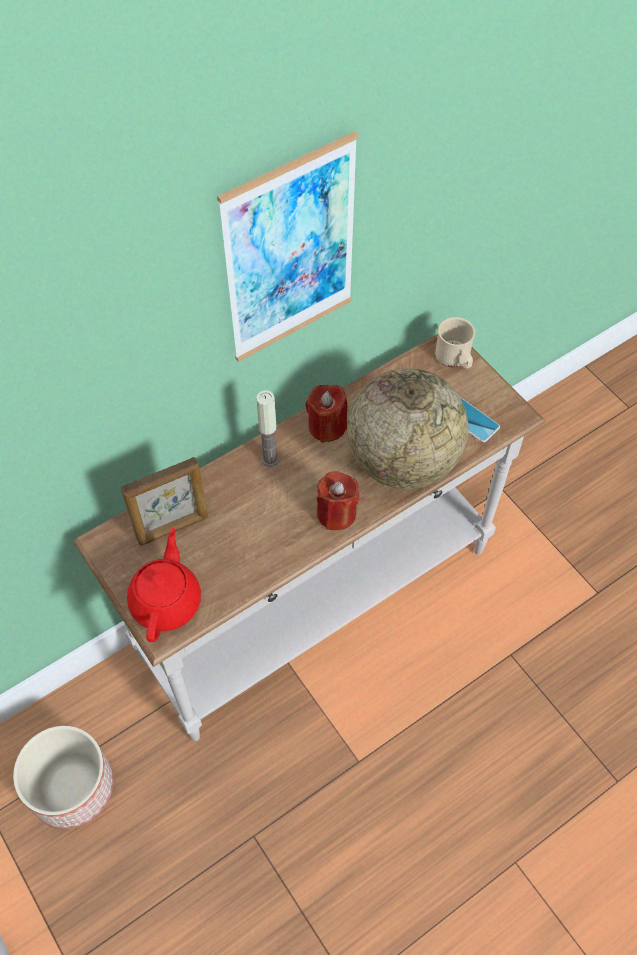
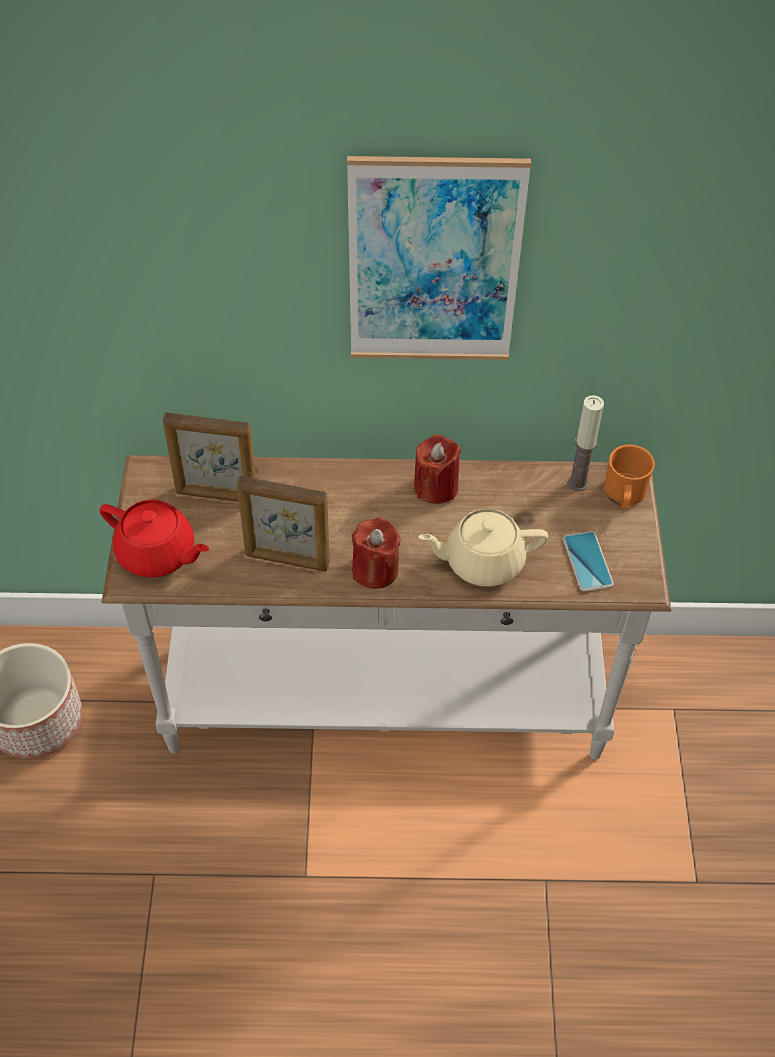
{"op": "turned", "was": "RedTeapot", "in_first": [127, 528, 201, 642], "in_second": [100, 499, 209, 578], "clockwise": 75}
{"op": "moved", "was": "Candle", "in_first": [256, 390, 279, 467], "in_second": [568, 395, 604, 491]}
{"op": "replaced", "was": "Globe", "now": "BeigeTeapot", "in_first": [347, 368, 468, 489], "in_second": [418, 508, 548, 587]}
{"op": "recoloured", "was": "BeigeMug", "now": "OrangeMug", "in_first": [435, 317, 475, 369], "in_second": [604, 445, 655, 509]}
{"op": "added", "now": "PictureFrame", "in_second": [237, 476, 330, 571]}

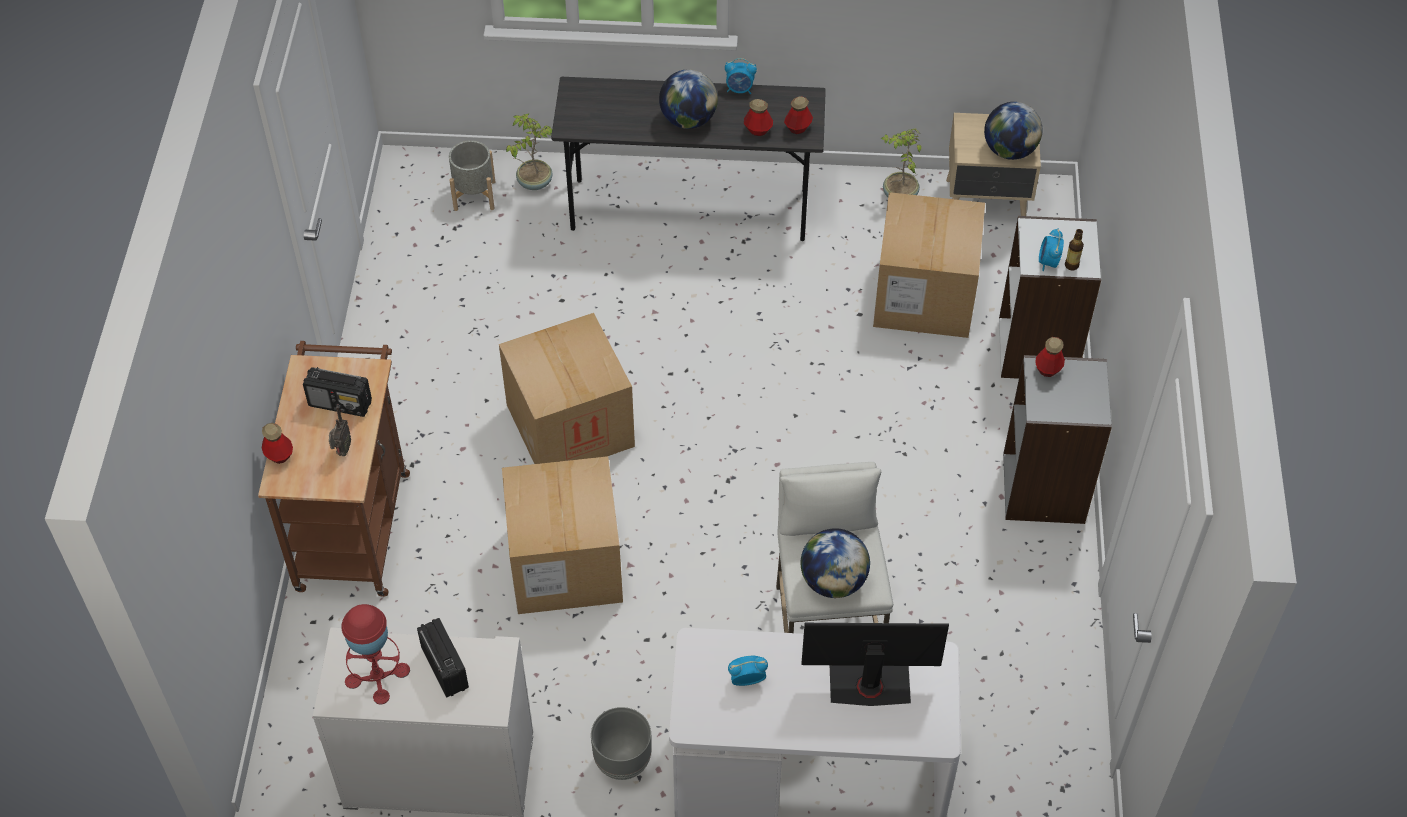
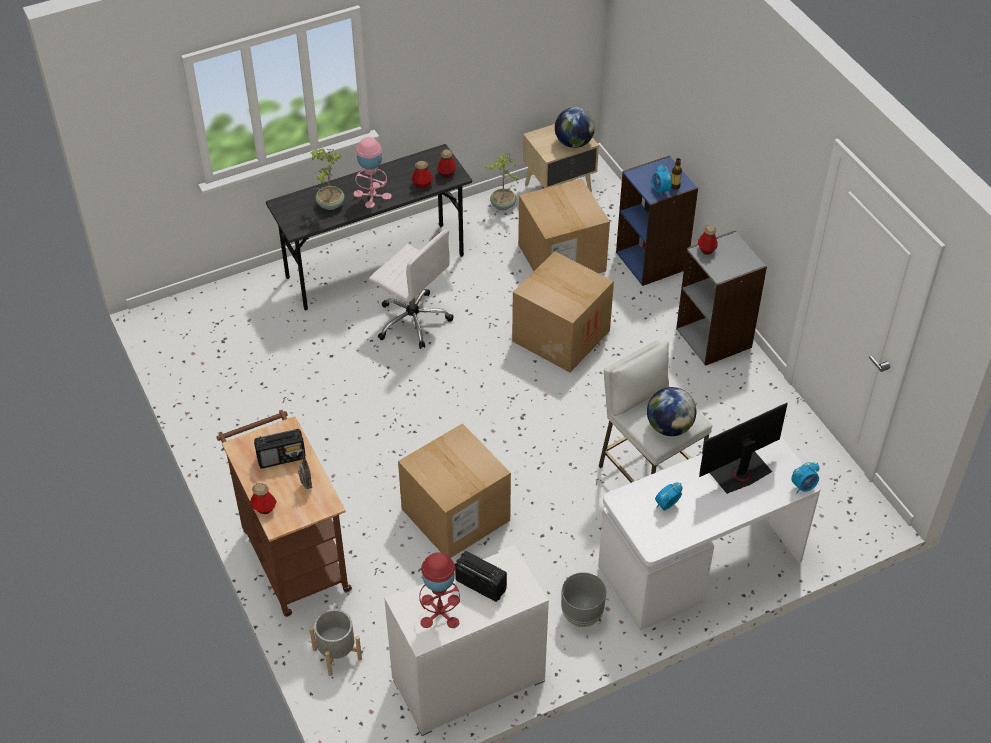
{"op": "moved", "was": "GreyPlanter", "in_first": [449, 140, 495, 211], "in_second": [309, 609, 362, 676]}
{"op": "moved", "was": "CardboardBox", "in_first": [499, 313, 635, 464], "in_second": [512, 251, 614, 372]}
{"op": "moved", "was": "PottedPlant", "in_first": [506, 114, 553, 190], "in_second": [310, 148, 345, 210]}
{"op": "replaced", "was": "Globe", "now": "PinkTableLamp", "in_first": [659, 69, 718, 129], "in_second": [354, 137, 392, 208]}
{"op": "moved", "was": "AlarmClock", "in_first": [725, 58, 757, 94], "in_second": [791, 462, 819, 494]}
{"op": "recoloured", "was": "WhiteBookcase", "now": "BlueBookcase", "in_first": [999, 216, 1101, 379], "in_second": [616, 155, 698, 286]}
{"op": "added", "now": "WhiteOfficeChair", "in_second": [369, 230, 454, 349]}

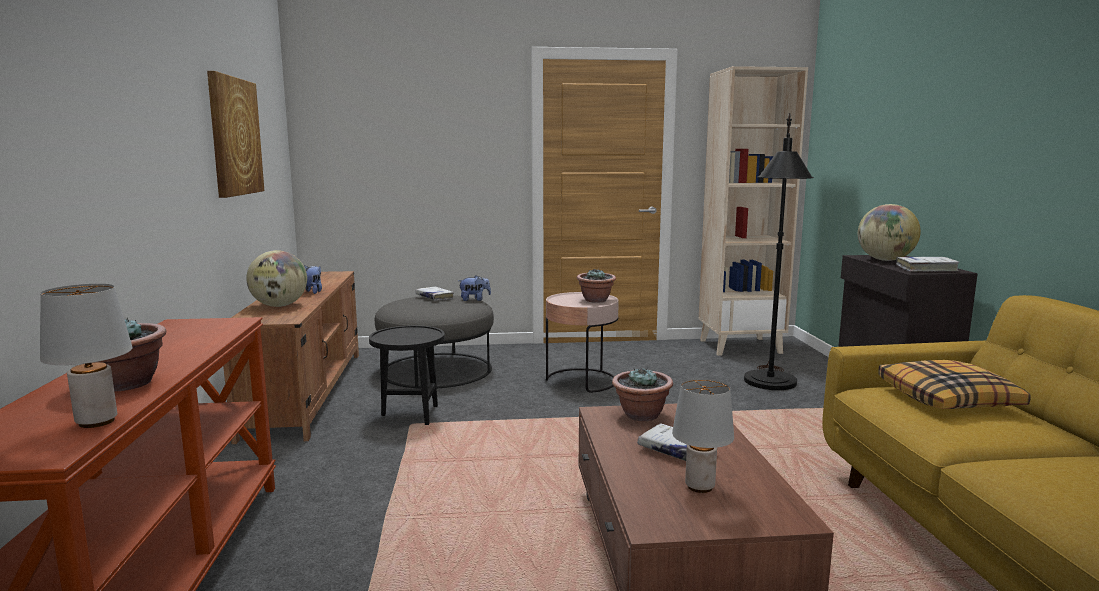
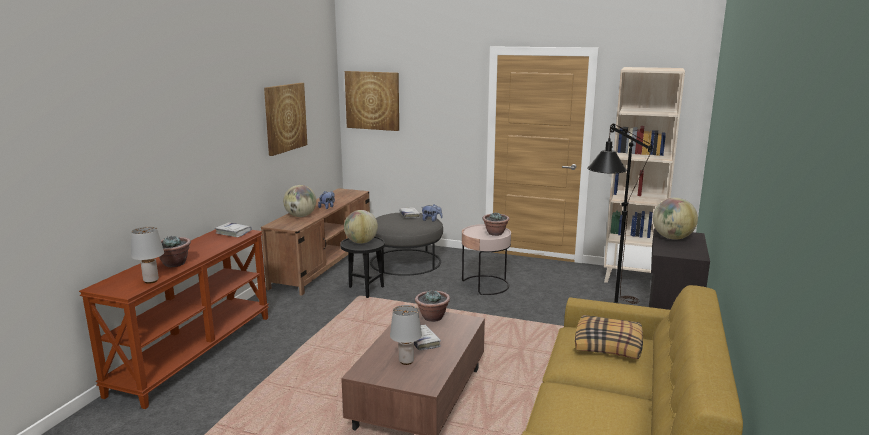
{"op": "moved", "was": "WhiteBook", "in_first": [896, 257, 959, 272], "in_second": [215, 222, 252, 237]}
{"op": "added", "now": "Globe", "in_second": [344, 210, 378, 243]}
{"op": "added", "now": "Picture", "in_second": [345, 71, 399, 131]}

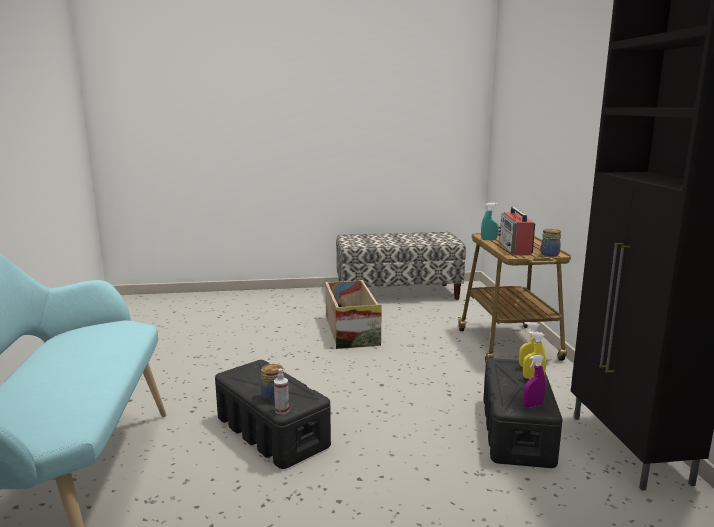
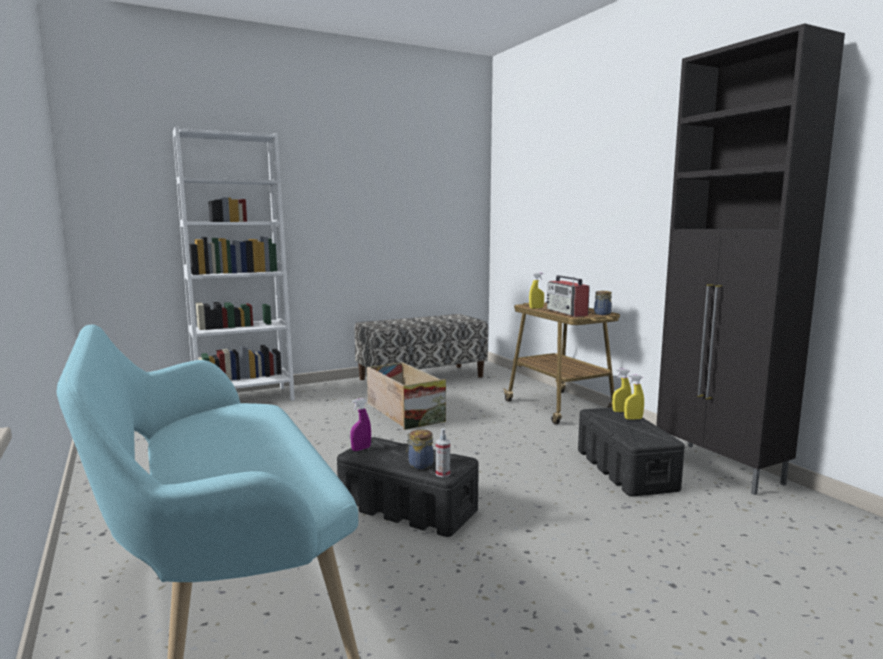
{"op": "recoloured", "was": "TurquoiseSprayBottle", "now": "YellowSprayBottle", "in_first": [481, 203, 498, 240], "in_second": [529, 273, 544, 309]}
{"op": "moved", "was": "PurpleSprayBottle", "in_first": [523, 355, 545, 408], "in_second": [350, 398, 371, 451]}
{"op": "added", "now": "WhiteBookcase", "in_second": [173, 127, 295, 401]}

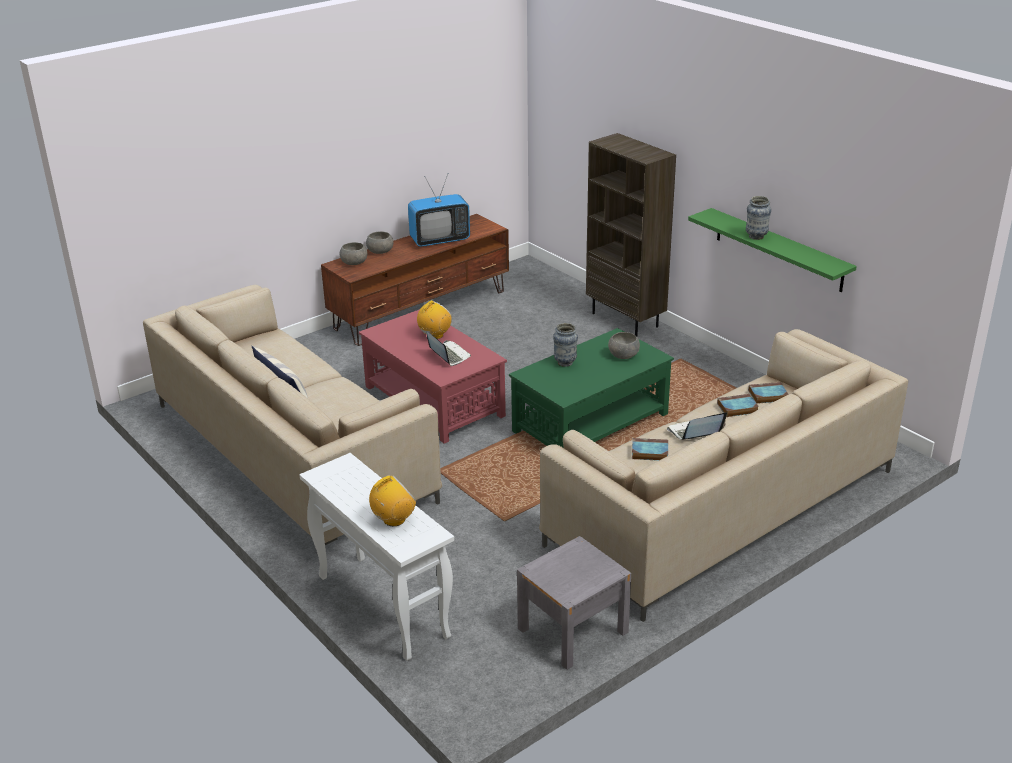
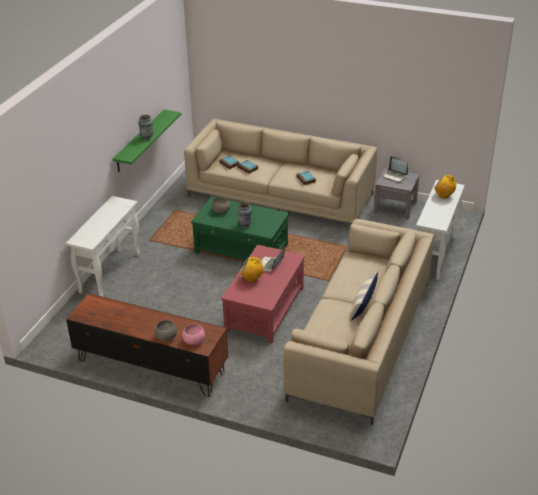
{"op": "recoloured", "was": "GreyBowl", "now": "PinkBowl", "in_first": [339, 242, 367, 265], "in_second": [182, 324, 205, 345]}
{"op": "removed", "was": "Television", "in_first": [408, 173, 470, 247]}
{"op": "replaced", "was": "BrownBookcase", "now": "WhiteConsoleTable", "in_first": [586, 133, 676, 336], "in_second": [66, 196, 140, 297]}
{"op": "moved", "was": "Laptop", "in_first": [667, 412, 727, 440], "in_second": [383, 156, 408, 181]}

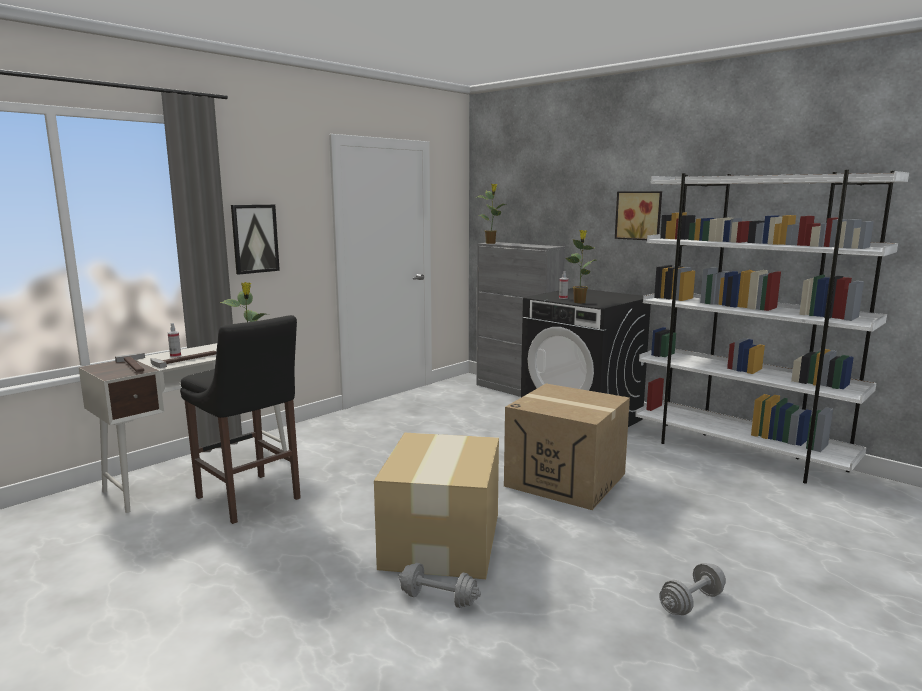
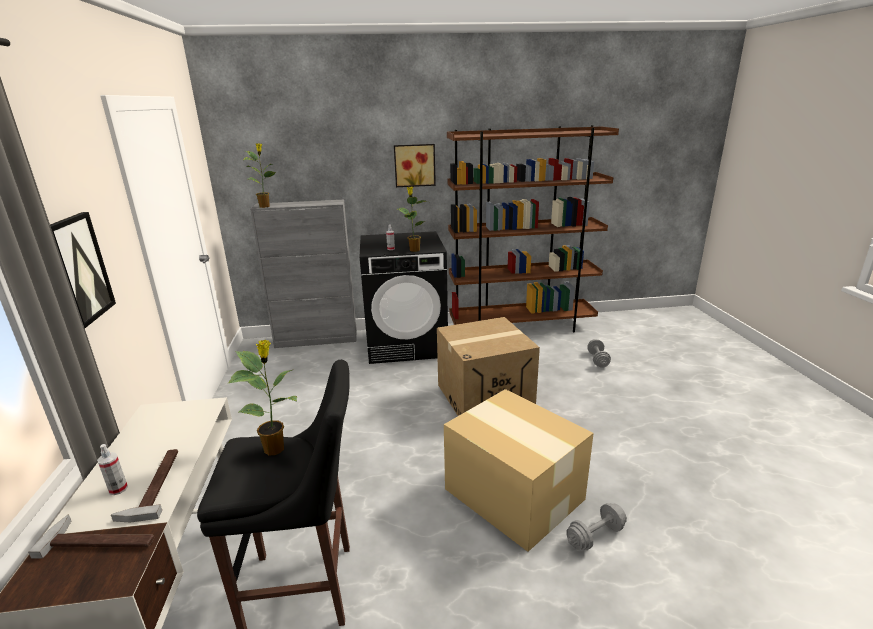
{"op": "recoloured", "was": "WhiteBookcase", "now": "BrownBookcase", "in_first": [635, 170, 909, 484], "in_second": [447, 125, 619, 333]}
{"op": "moved", "was": "GreyDumbbell", "in_first": [660, 563, 726, 615], "in_second": [587, 339, 611, 368]}

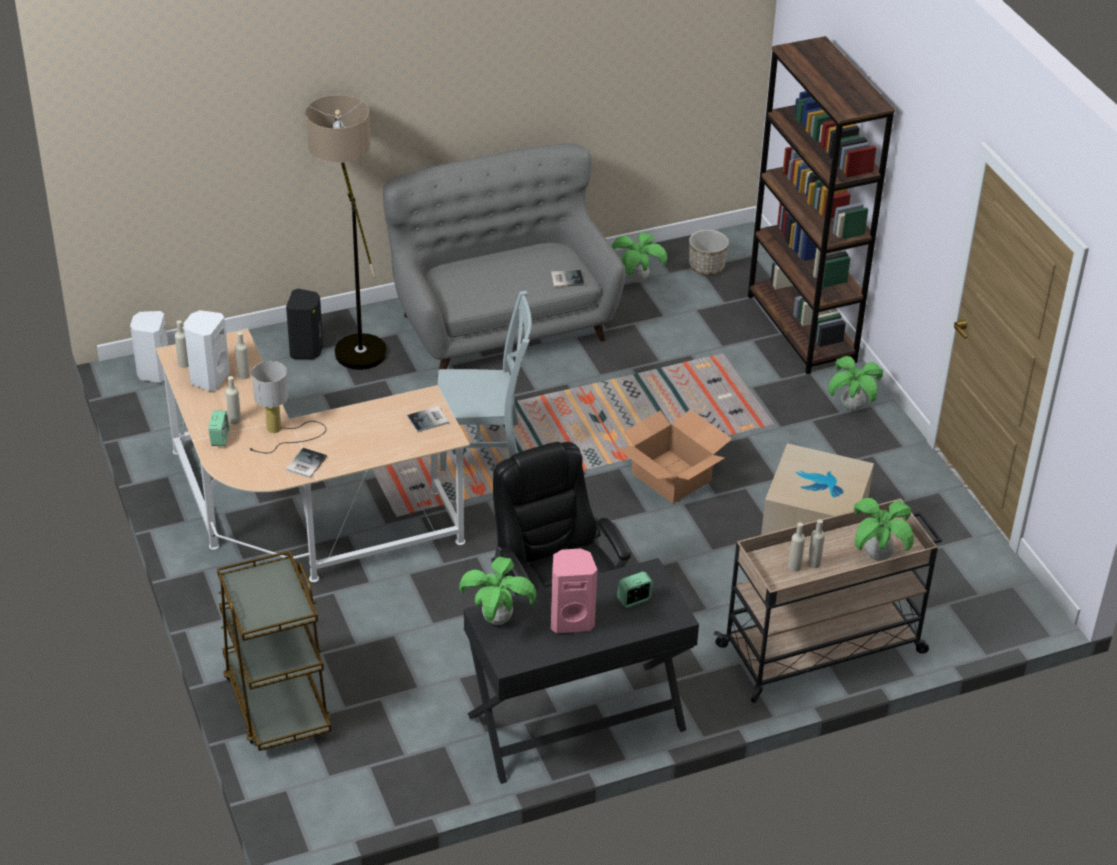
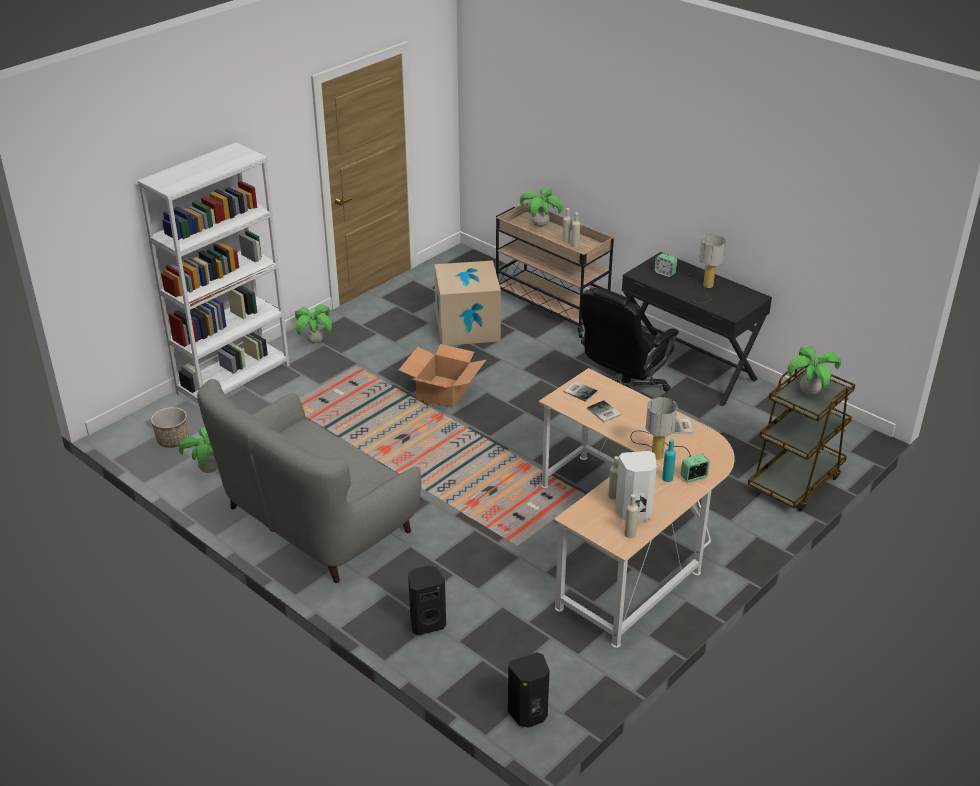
{"op": "recoloured", "was": "WhiteSpeaker", "now": "BlackSpeaker", "in_first": [130, 311, 168, 383], "in_second": [508, 652, 550, 728]}
{"op": "recoloured", "was": "BeigeBottle", "now": "TurquoiseBottle", "in_first": [226, 376, 241, 424], "in_second": [662, 439, 676, 482]}
{"op": "removed", "was": "FloorLamp", "in_first": [305, 95, 387, 370]}
{"op": "removed", "was": "GreyChair", "in_first": [438, 291, 532, 471]}
{"op": "moved", "was": "PottedPlant", "in_first": [459, 557, 536, 625], "in_second": [787, 346, 841, 395]}
{"op": "moved", "was": "Book", "in_first": [551, 270, 584, 287], "in_second": [587, 400, 621, 422]}
{"op": "replaced", "was": "PinkSpeaker", "now": "TableLamp", "in_first": [551, 548, 597, 633], "in_second": [683, 234, 726, 303]}
{"op": "recoloured", "was": "BrownBookcase", "now": "WhiteBookcase", "in_first": [748, 36, 895, 374], "in_second": [137, 143, 290, 404]}

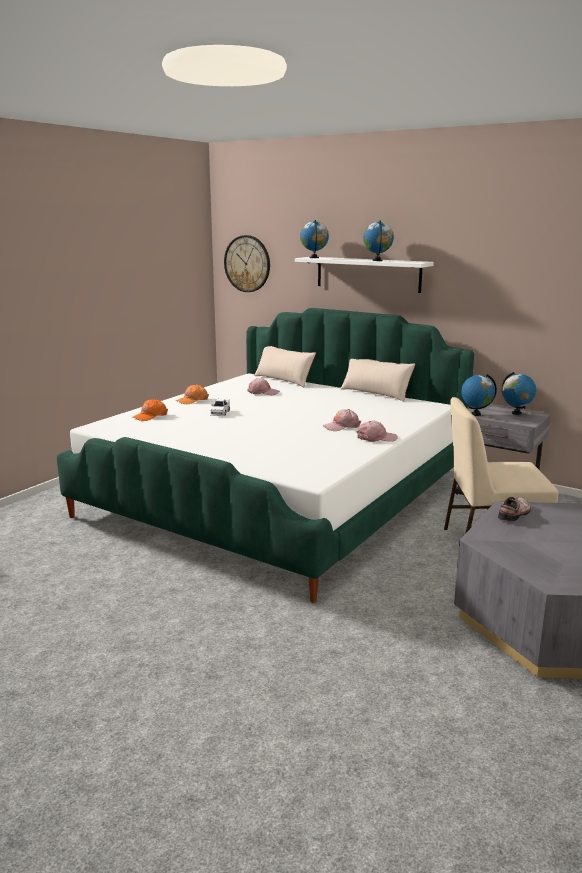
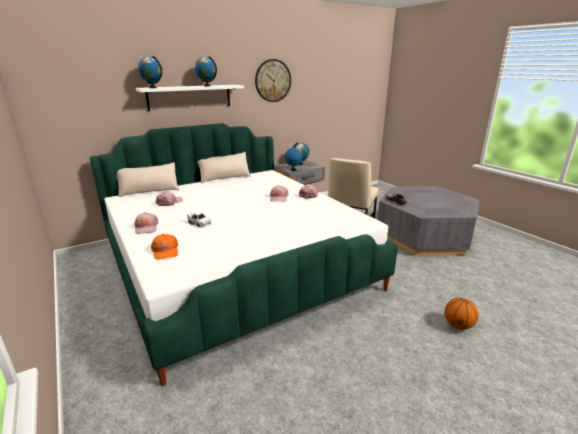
{"op": "recoloured", "was": "OrangeCap", "now": "PinkCap", "in_first": [176, 384, 209, 404], "in_second": [134, 212, 158, 234]}
{"op": "moved", "was": "WallClock", "in_first": [224, 235, 270, 292], "in_second": [255, 59, 291, 102]}
{"op": "added", "now": "Basketball", "in_second": [445, 298, 478, 330]}

